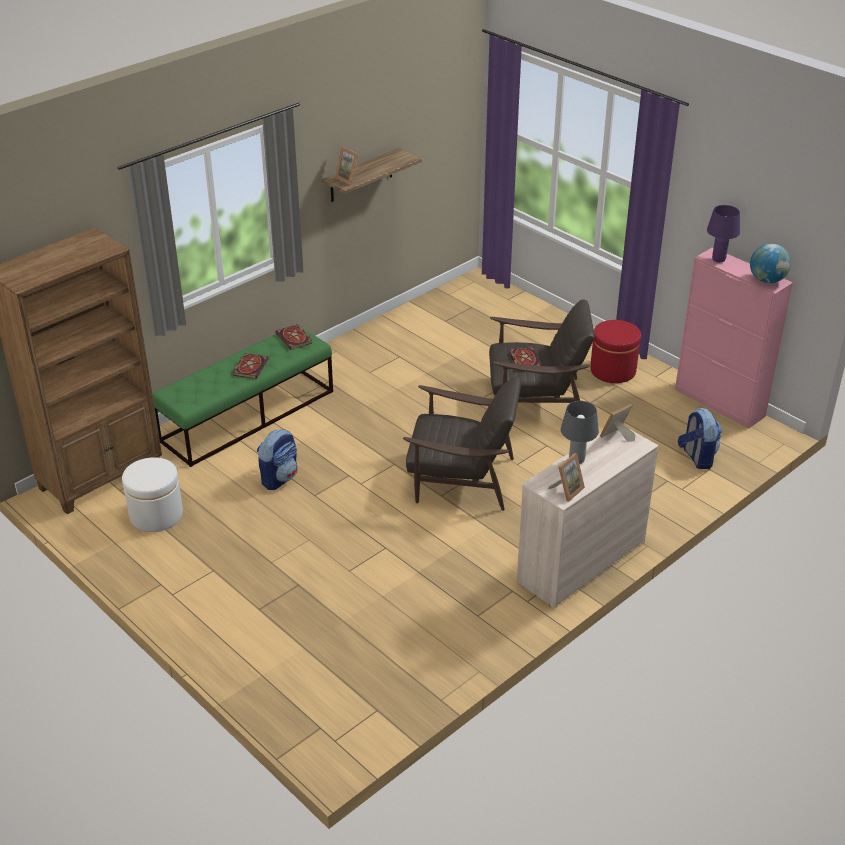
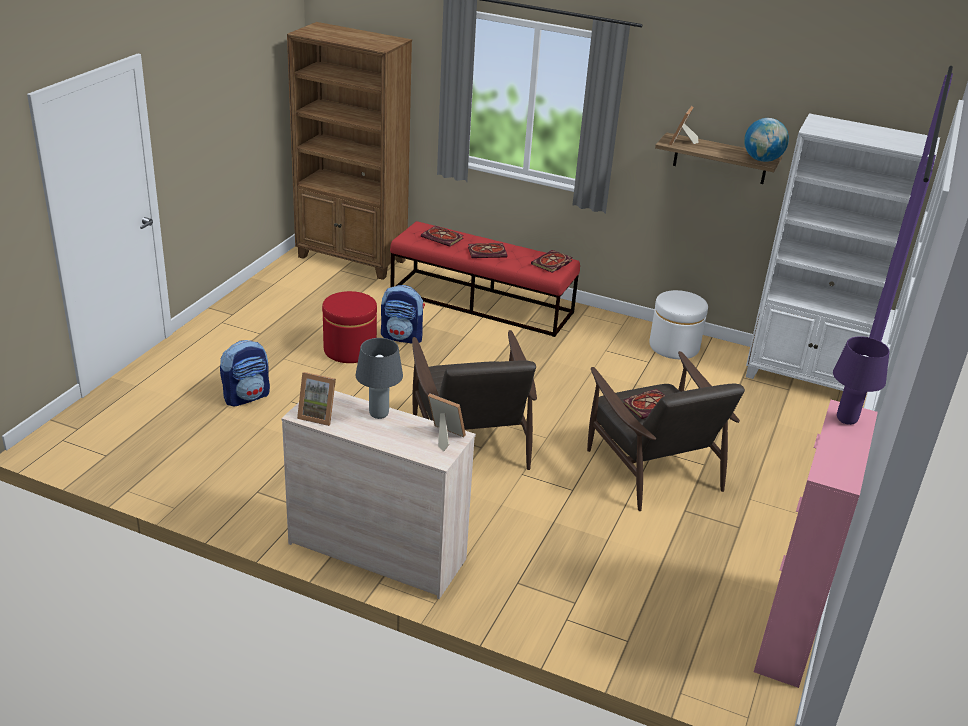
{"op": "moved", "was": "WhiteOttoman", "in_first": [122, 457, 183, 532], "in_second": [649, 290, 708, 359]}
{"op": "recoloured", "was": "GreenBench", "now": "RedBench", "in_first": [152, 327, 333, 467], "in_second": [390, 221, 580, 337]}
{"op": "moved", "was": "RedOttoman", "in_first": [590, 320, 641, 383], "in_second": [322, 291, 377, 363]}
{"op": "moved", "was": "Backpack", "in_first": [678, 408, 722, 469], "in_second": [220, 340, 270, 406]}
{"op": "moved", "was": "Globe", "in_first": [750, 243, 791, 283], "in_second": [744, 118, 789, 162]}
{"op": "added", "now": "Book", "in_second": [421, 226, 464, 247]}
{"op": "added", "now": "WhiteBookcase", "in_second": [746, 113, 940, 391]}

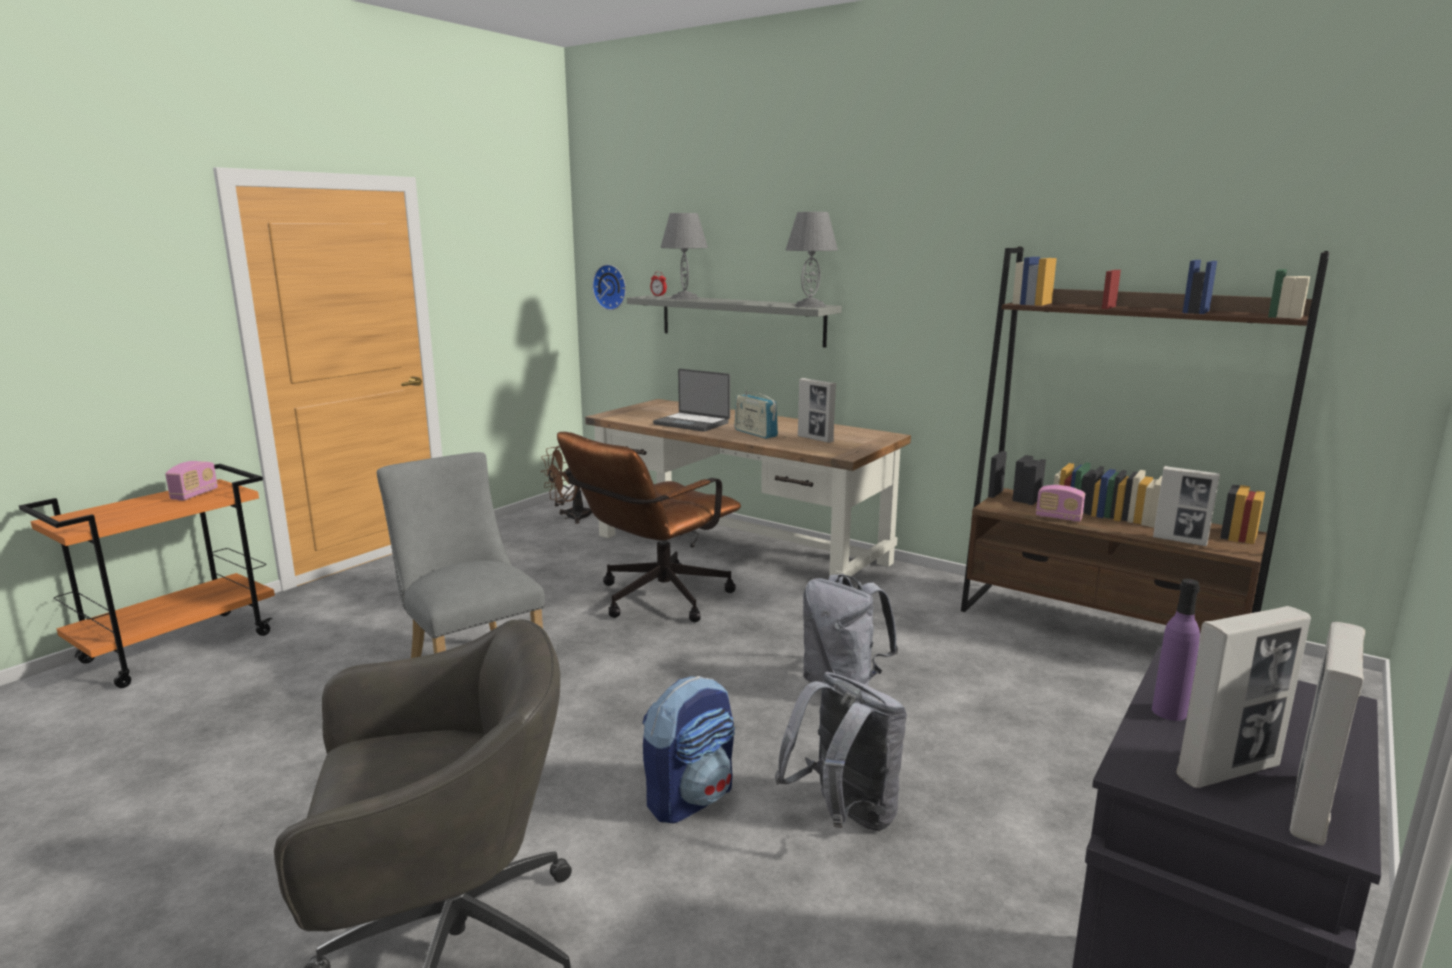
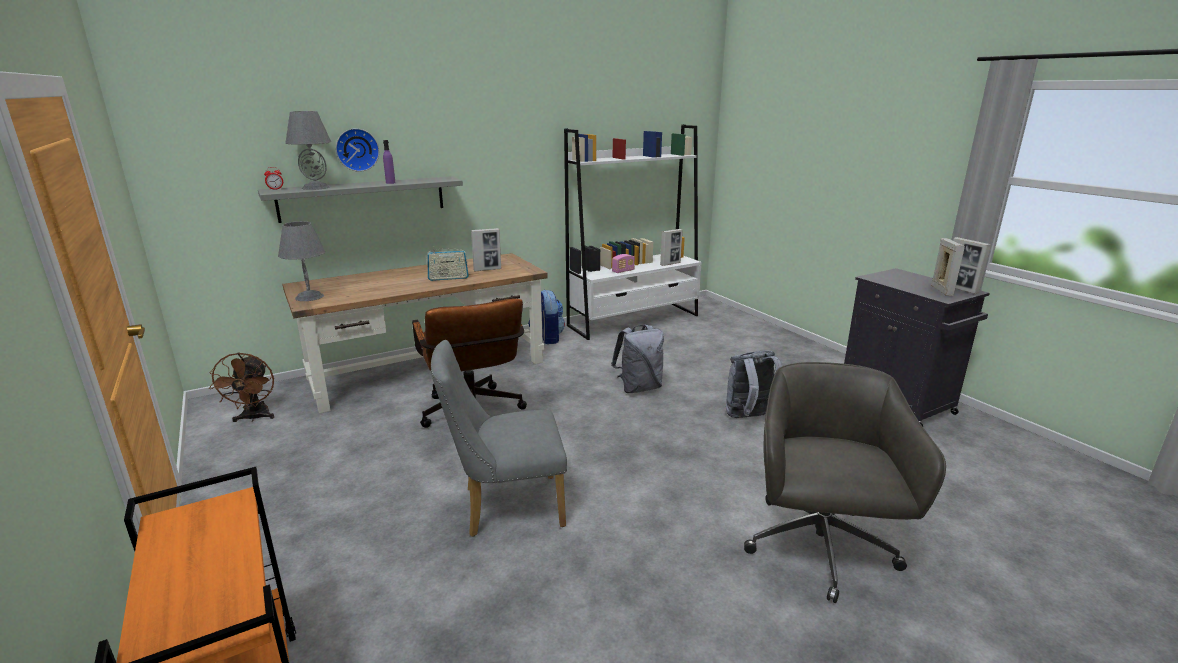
{"op": "removed", "was": "Radio", "in_first": [165, 461, 218, 501]}
{"op": "moved", "was": "WallClock", "in_first": [592, 264, 626, 310], "in_second": [336, 128, 379, 172]}
{"op": "moved", "was": "Backpack", "in_first": [642, 676, 735, 823], "in_second": [528, 290, 565, 344]}
{"op": "removed", "was": "Laptop", "in_first": [653, 369, 730, 432]}
{"op": "moved", "was": "GreyTableLamp", "in_first": [786, 212, 838, 308], "in_second": [278, 221, 325, 301]}
{"op": "recoloured", "was": "BrownBookcase", "now": "WhiteBookcase", "in_first": [961, 247, 1329, 633], "in_second": [564, 124, 702, 340]}
{"op": "moved", "was": "PurpleBottle", "in_first": [1152, 579, 1200, 721], "in_second": [383, 140, 395, 184]}

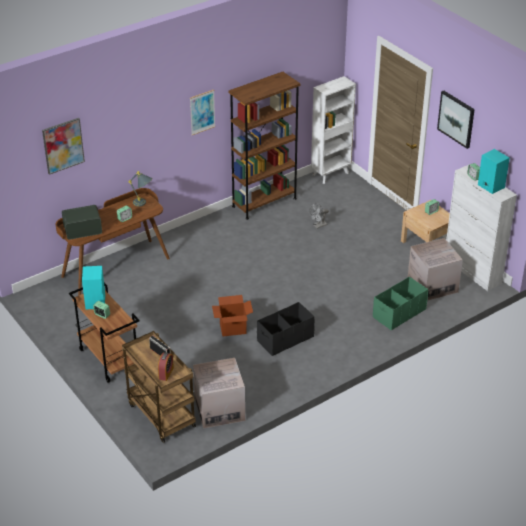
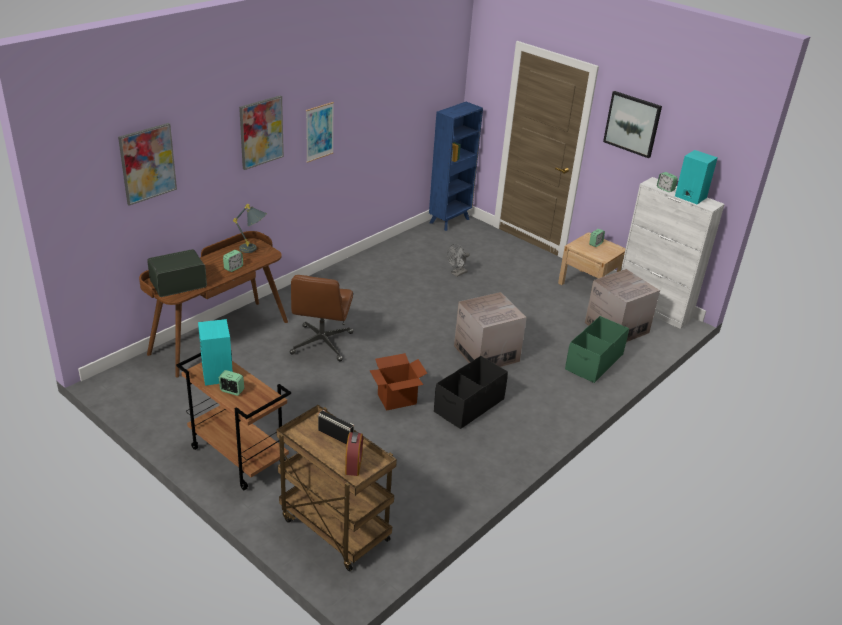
{"op": "moved", "was": "CardboardBox", "in_first": [193, 358, 245, 429], "in_second": [454, 292, 527, 367]}
{"op": "removed", "was": "BrownBookcase", "in_first": [228, 72, 300, 220]}
{"op": "recoloured", "was": "WhiteBookcase", "now": "BlueBookcase", "in_first": [311, 76, 356, 184], "in_second": [429, 102, 483, 231]}
{"op": "added", "now": "Picture", "in_second": [239, 95, 284, 170]}
{"op": "added", "now": "BrownOfficeChair", "in_second": [289, 275, 353, 361]}

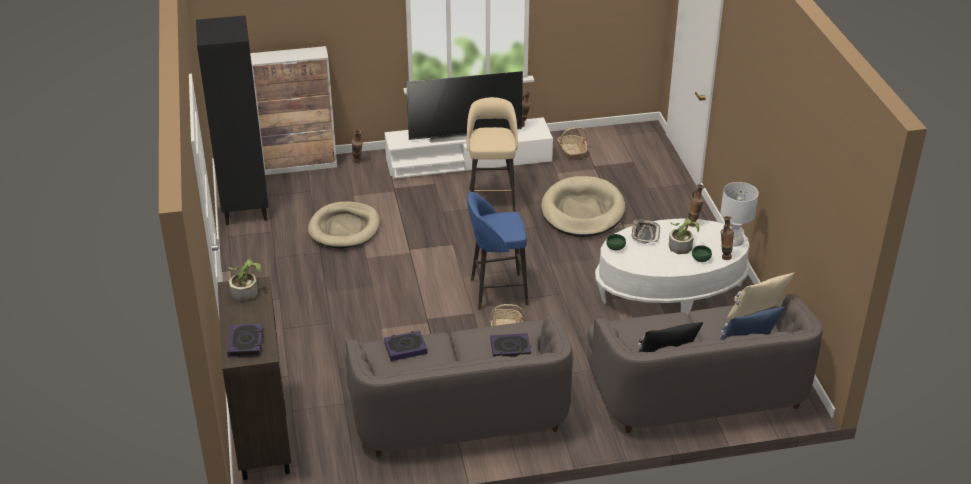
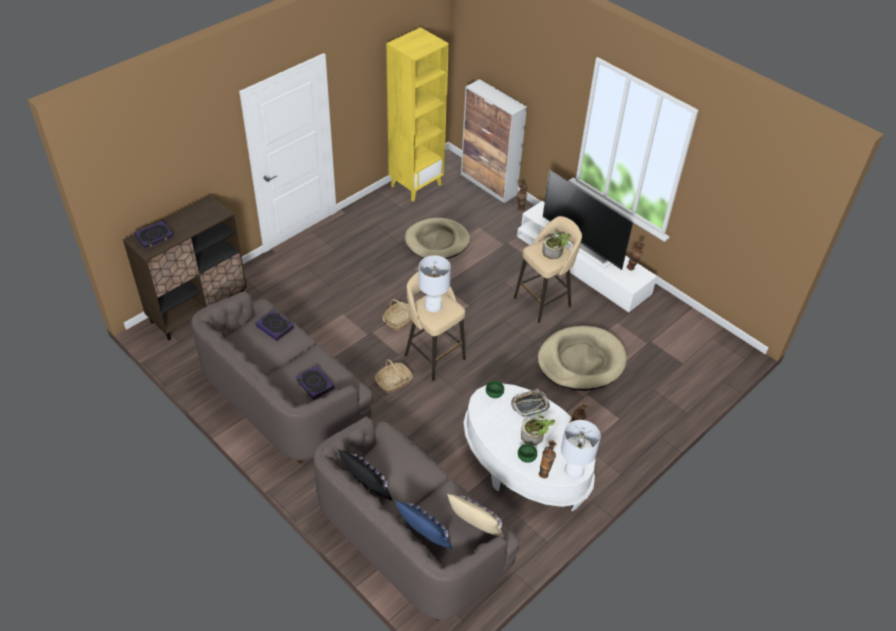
{"op": "recoloured", "was": "BlackBookcase", "now": "YellowBookcase", "in_first": [196, 15, 269, 225], "in_second": [386, 27, 449, 201]}
{"op": "moved", "was": "PottedPlant", "in_first": [228, 259, 261, 303], "in_second": [542, 229, 571, 259]}
{"op": "recoloured", "was": "BlueStool", "now": "BeigeStool", "in_first": [467, 192, 529, 310], "in_second": [404, 271, 466, 381]}
{"op": "moved", "was": "Basket", "in_first": [557, 127, 587, 159], "in_second": [382, 299, 412, 331]}
{"op": "added", "now": "WhiteTableLamp", "in_second": [418, 255, 451, 312]}

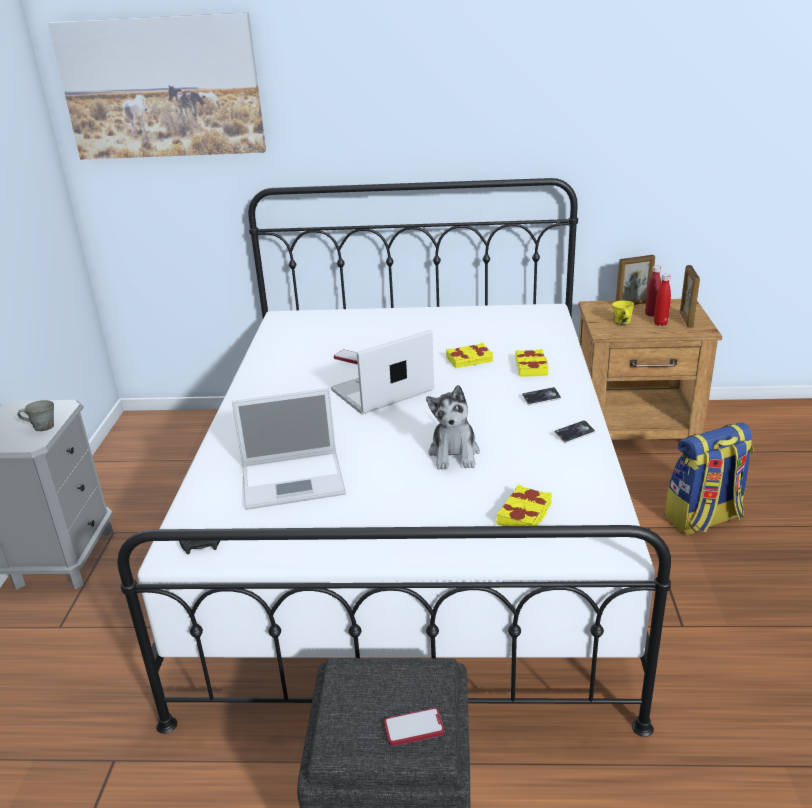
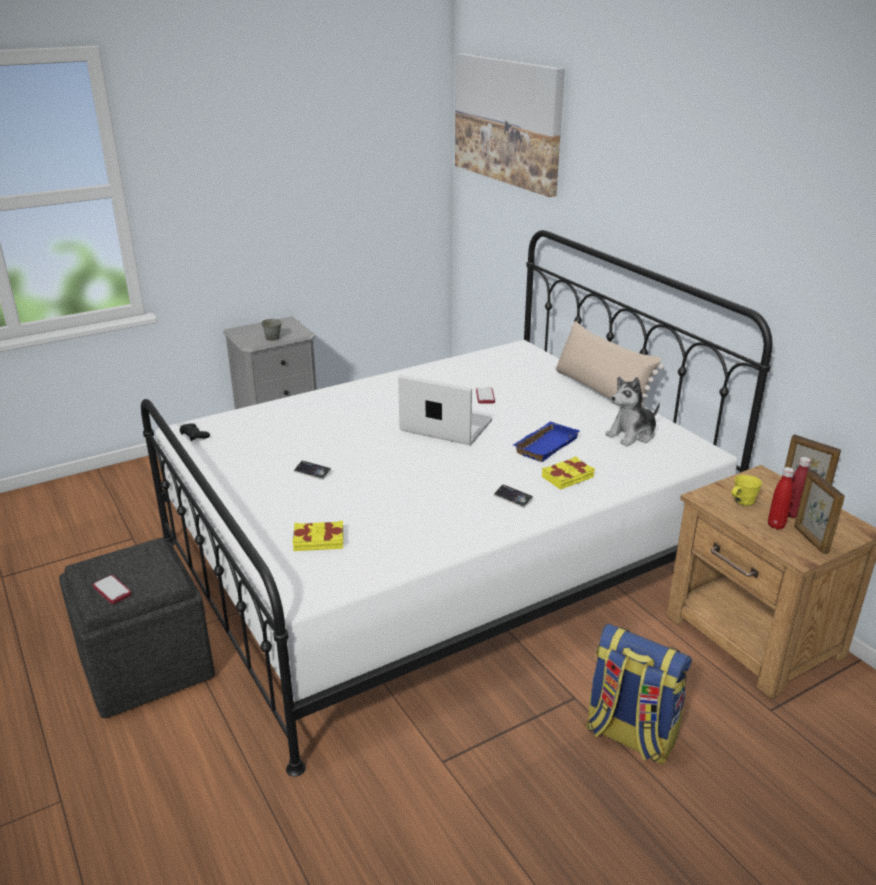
{"op": "removed", "was": "Laptop", "in_first": [232, 388, 346, 510]}
{"op": "moved", "was": "PlushToy", "in_first": [426, 385, 480, 469], "in_second": [605, 377, 660, 446]}
{"op": "replaced", "was": "YellowBook", "now": "BlueTray", "in_first": [446, 343, 493, 368], "in_second": [513, 421, 580, 462]}
{"op": "moved", "was": "Phone", "in_first": [554, 420, 595, 443], "in_second": [294, 460, 331, 480]}
{"op": "turned", "was": "PictureFrame", "in_first": [680, 265, 700, 328], "in_second": [794, 470, 845, 554], "clockwise": -75}
{"op": "added", "now": "BeigePillow", "in_second": [555, 321, 664, 408]}

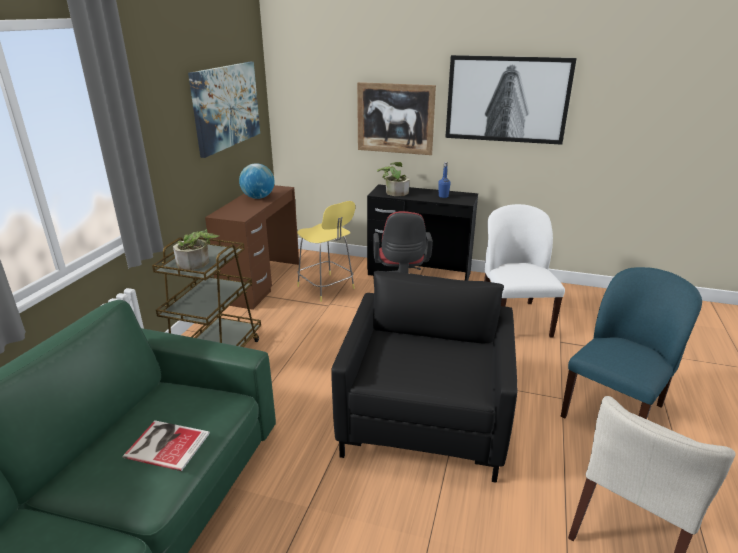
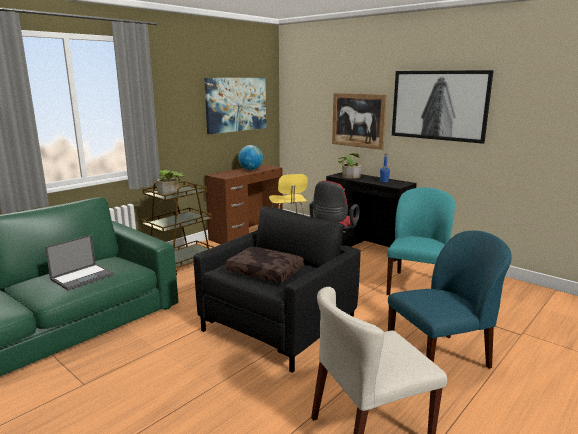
{"op": "replaced", "was": "Book", "now": "Laptop", "in_first": [123, 420, 210, 471], "in_second": [45, 235, 114, 290]}
{"op": "recoloured", "was": "WhiteChair", "now": "TurquoiseChair", "in_first": [484, 204, 565, 338], "in_second": [386, 187, 455, 295]}
{"op": "added", "now": "BrownPillow", "in_second": [226, 247, 304, 283]}

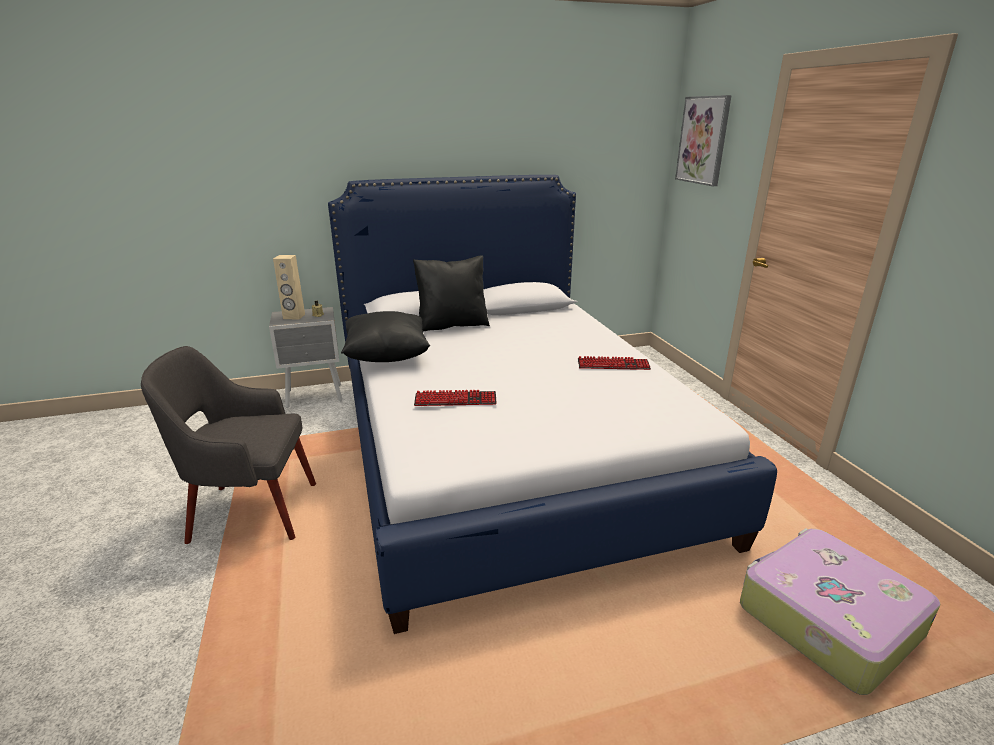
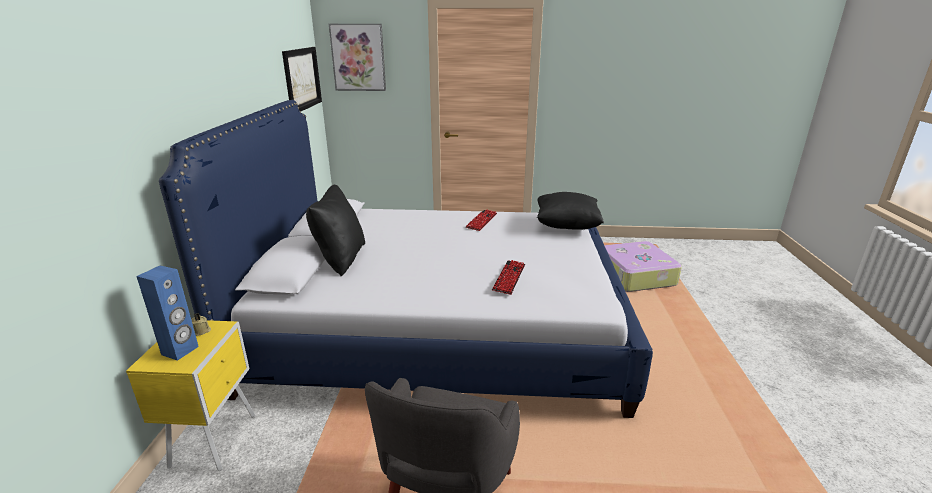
{"op": "recoloured", "was": "GreyNightstand", "now": "YellowNightstand", "in_first": [269, 307, 343, 408], "in_second": [126, 320, 256, 471]}
{"op": "recoloured", "was": "BeigeSpeaker", "now": "BlueSpeaker", "in_first": [273, 255, 305, 319], "in_second": [136, 266, 199, 361]}
{"op": "moved", "was": "BlackPillow", "in_first": [341, 311, 430, 362], "in_second": [537, 192, 604, 230]}
{"op": "added", "now": "Picture", "in_second": [282, 47, 322, 111]}

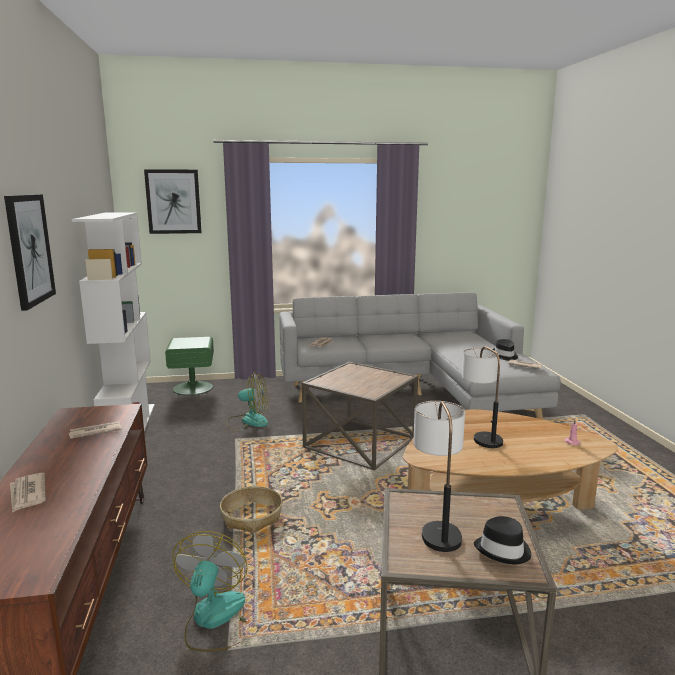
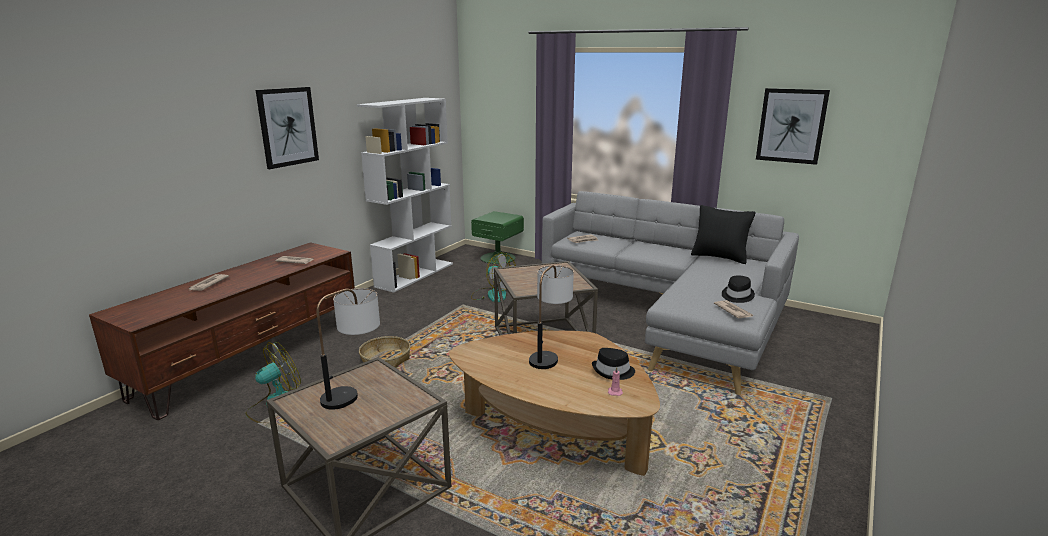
{"op": "moved", "was": "Picture", "in_first": [144, 169, 202, 234], "in_second": [756, 88, 830, 165]}
{"op": "moved", "was": "BlackHat", "in_first": [474, 516, 531, 564], "in_second": [592, 348, 635, 380]}
{"op": "added", "now": "BlackPillow", "in_second": [691, 205, 755, 264]}

